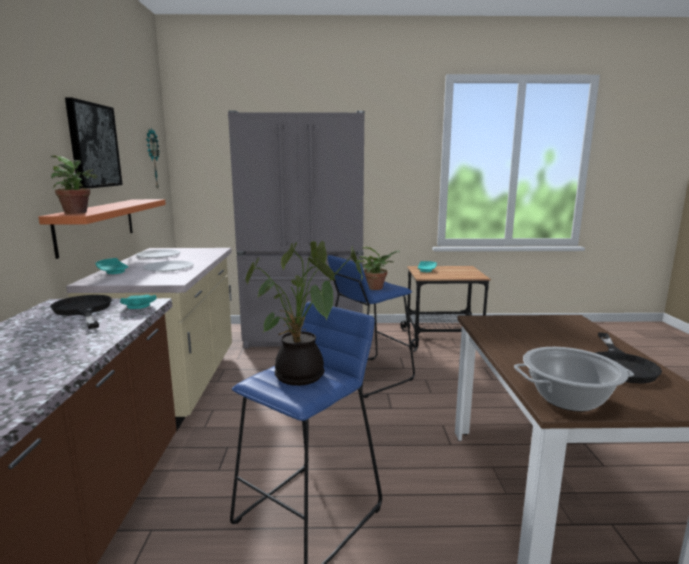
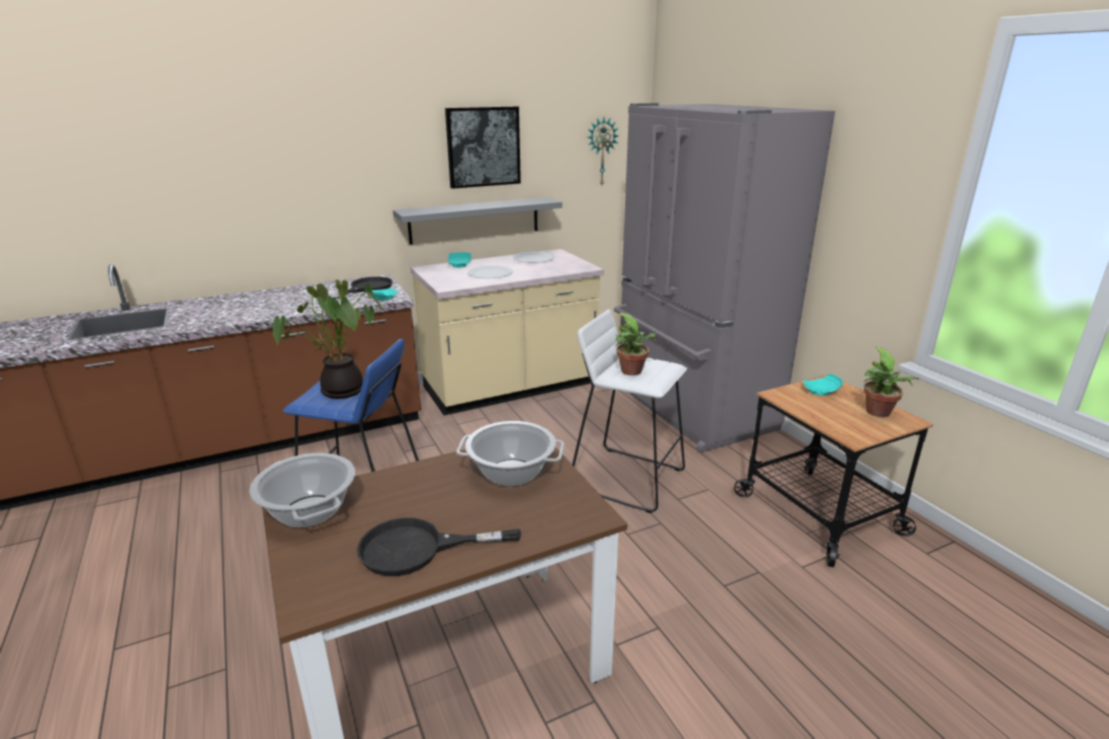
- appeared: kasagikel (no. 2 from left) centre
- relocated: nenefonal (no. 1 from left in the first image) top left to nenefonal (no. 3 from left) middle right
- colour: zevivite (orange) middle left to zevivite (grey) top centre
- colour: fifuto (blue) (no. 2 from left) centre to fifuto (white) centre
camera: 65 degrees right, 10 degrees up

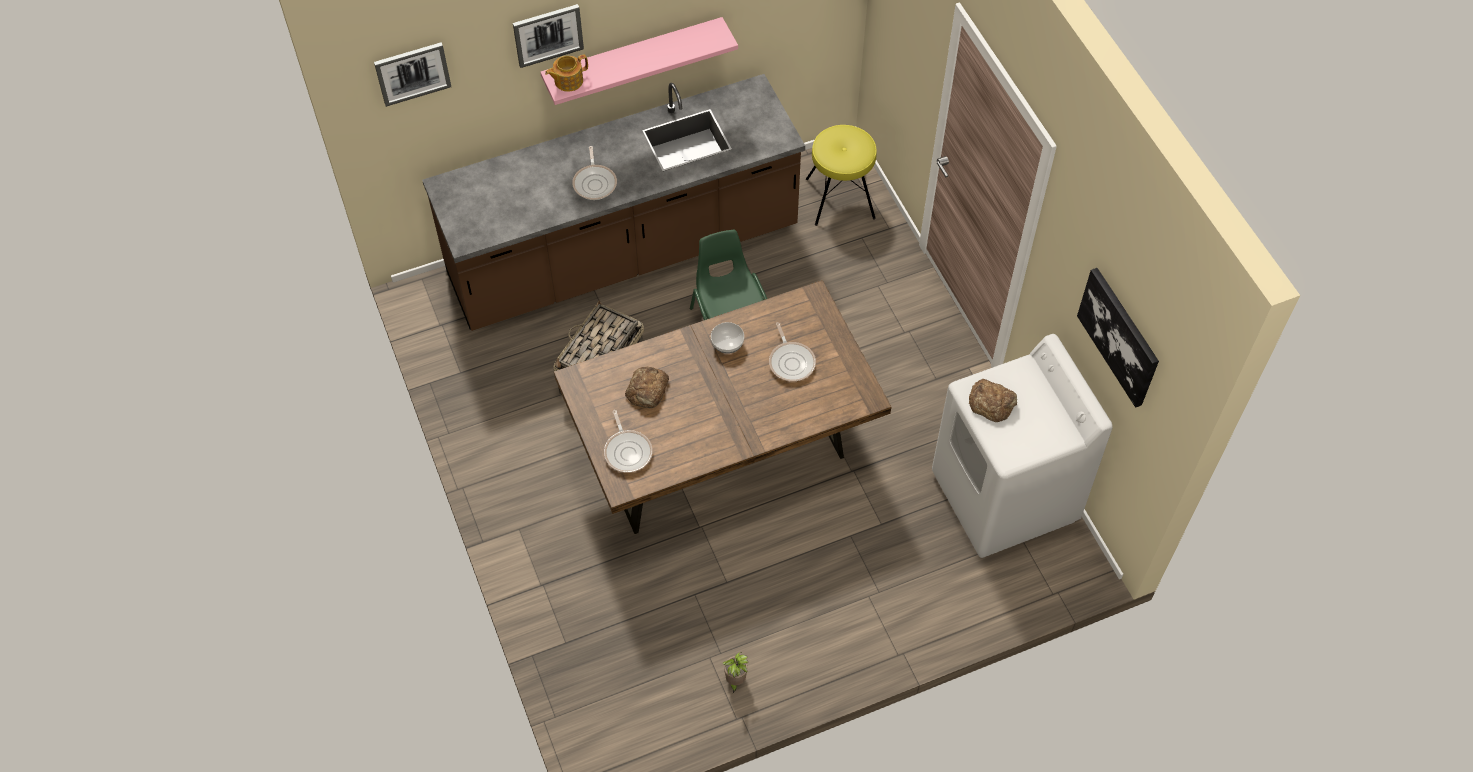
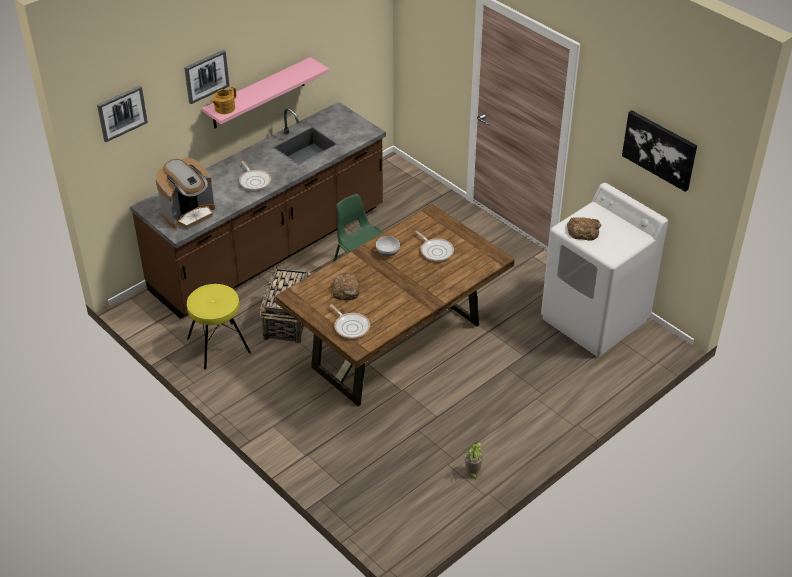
- appeared: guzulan middle left
- relocated: fifuto (yellow) top centre to middle left
camera: 20 degrees left, 15 degrees down

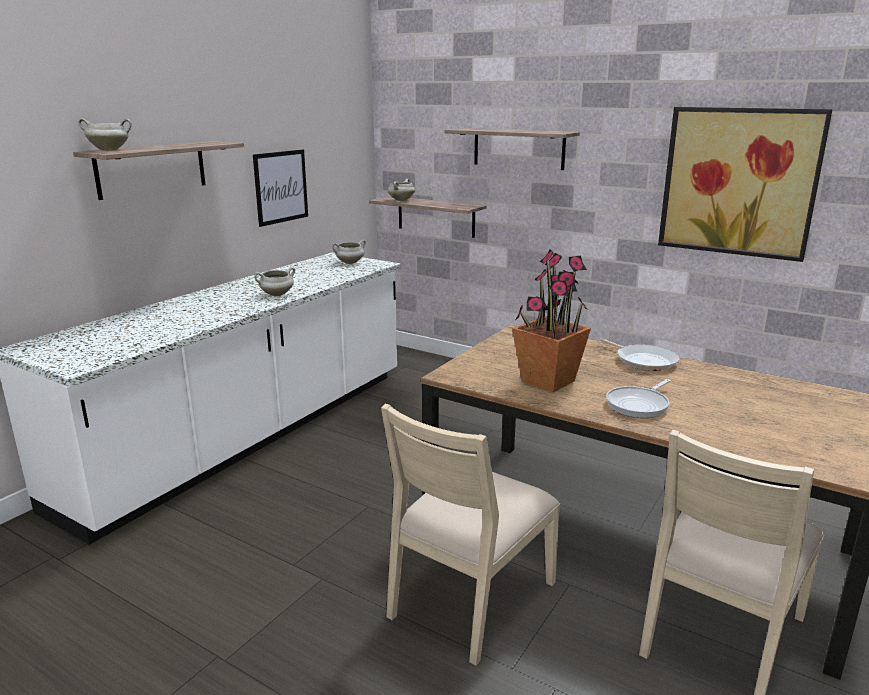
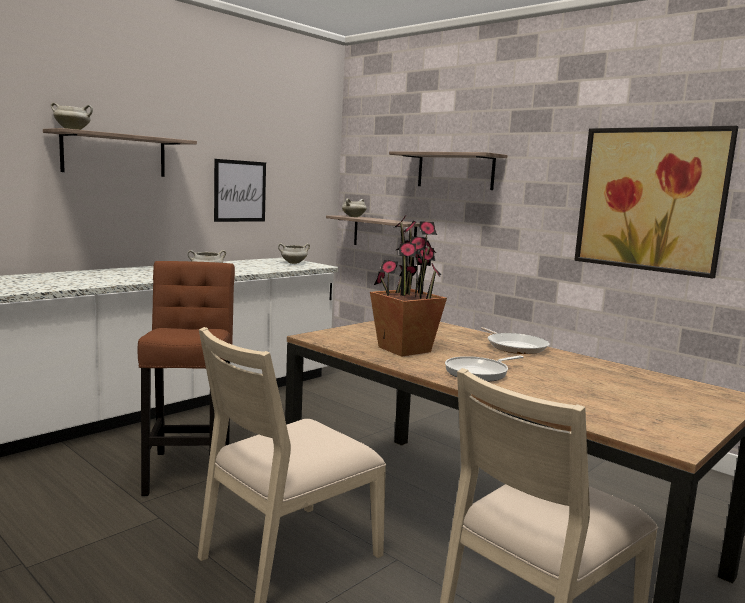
- appeared: fifuto (brown) middle left
camera: 10 degrees right, 10 degrees down

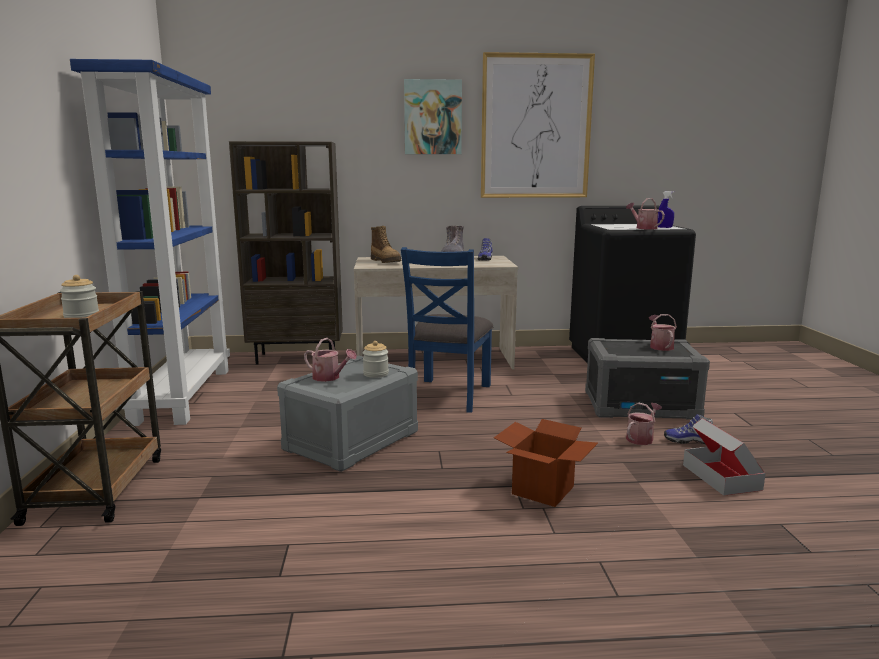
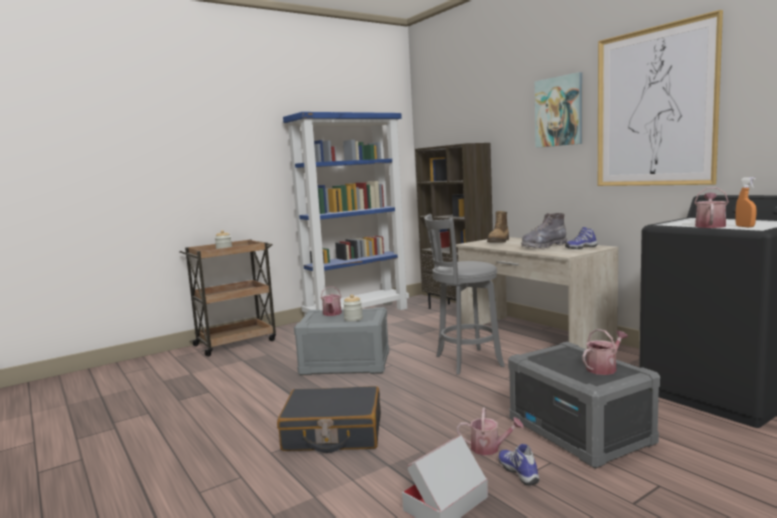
- exchanged: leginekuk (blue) centre to fifuto (grey) centre
- exchanged: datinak (no. 1 from left) bottom centre to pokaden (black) bottom centre
- colour: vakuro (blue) top right to vakuro (orange) middle right
camera: 60 degrees right, 5 degrees down

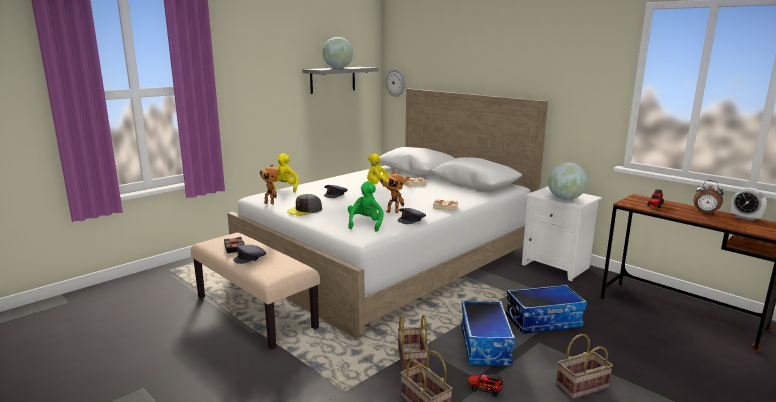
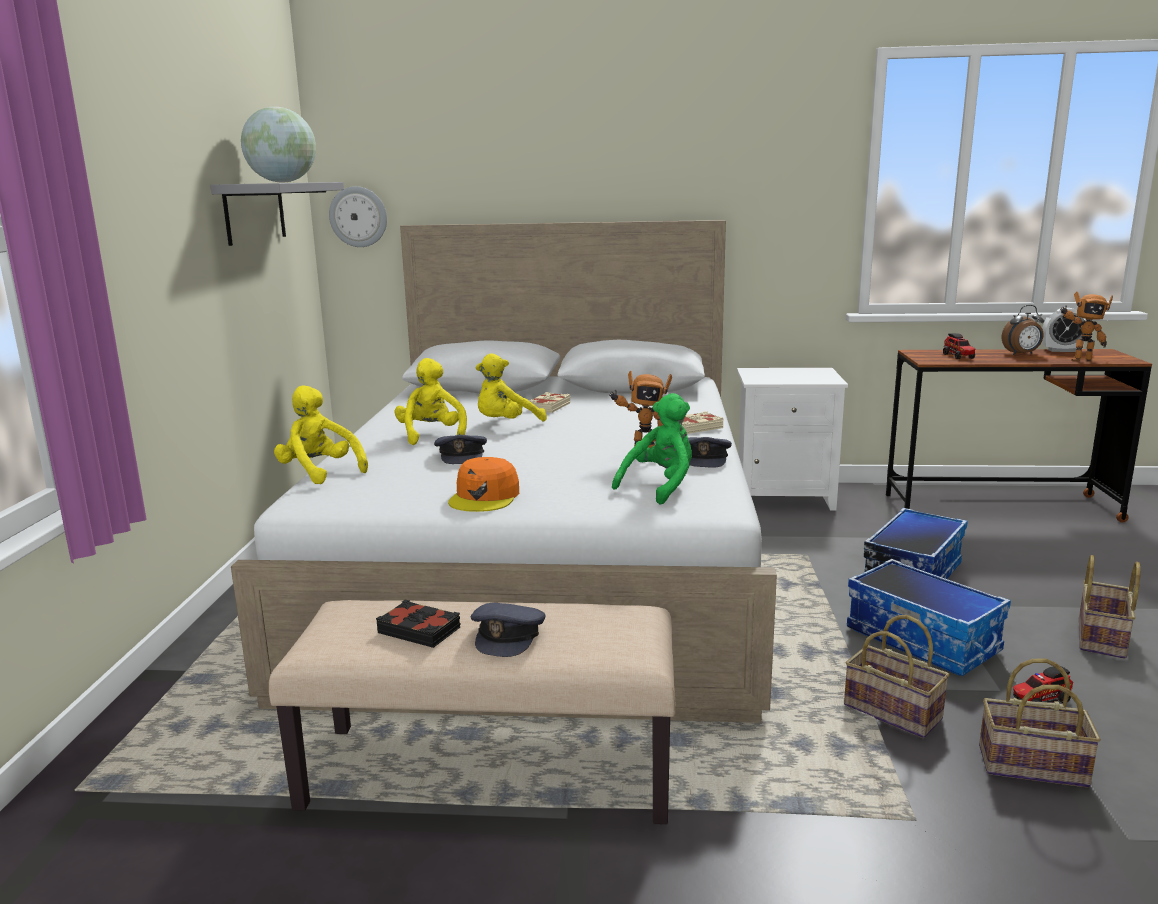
- missing: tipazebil (no. 2 from left) middle right
- appeared: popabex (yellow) (no. 2 from left) centre
- relocated: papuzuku (no. 1 from left in the first image) centre to papuzuku (no. 2 from left) middle right
- colour: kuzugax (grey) (no. 2 from left) centre to kuzugax (orange) centre
- spun: popabex (green) centre = centre 75 degrees clockwise
camera: 40 degrees left, 0 degrees up

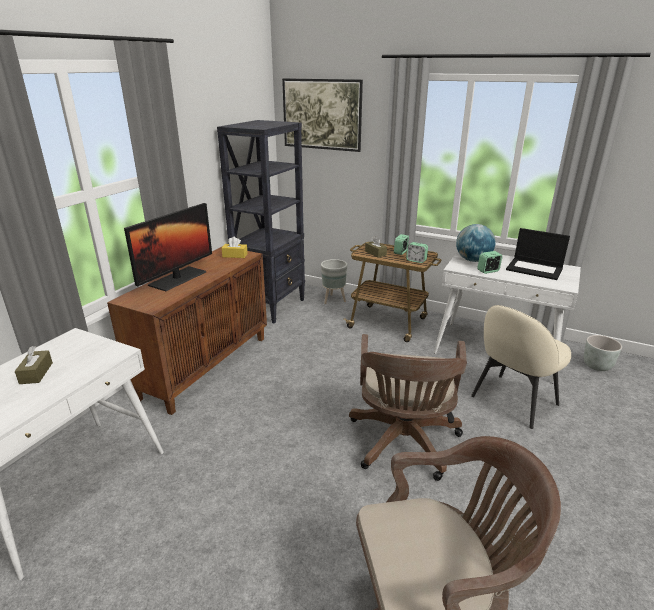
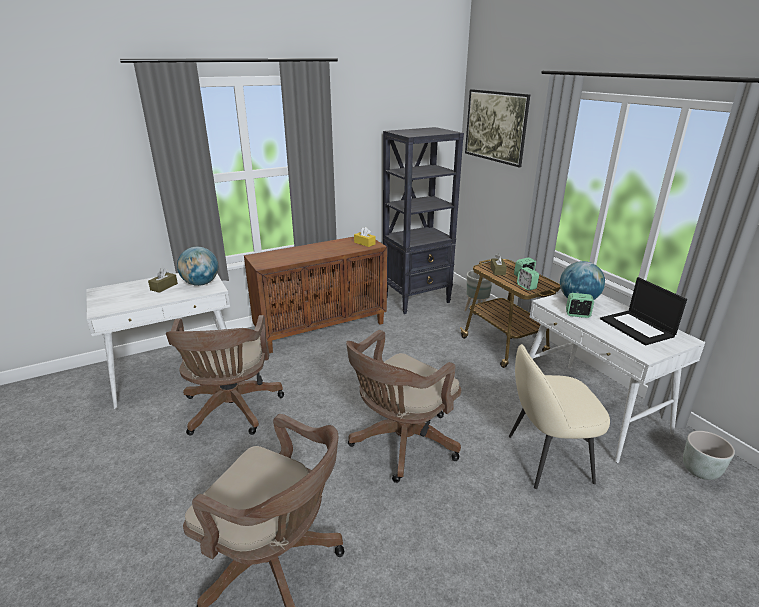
- missing: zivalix middle left
- appeared: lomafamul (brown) (no. 1 from left) middle left
- appeared: tipazebil (no. 1 from left) middle left
camera: 35 degrees right, 0 degrees up

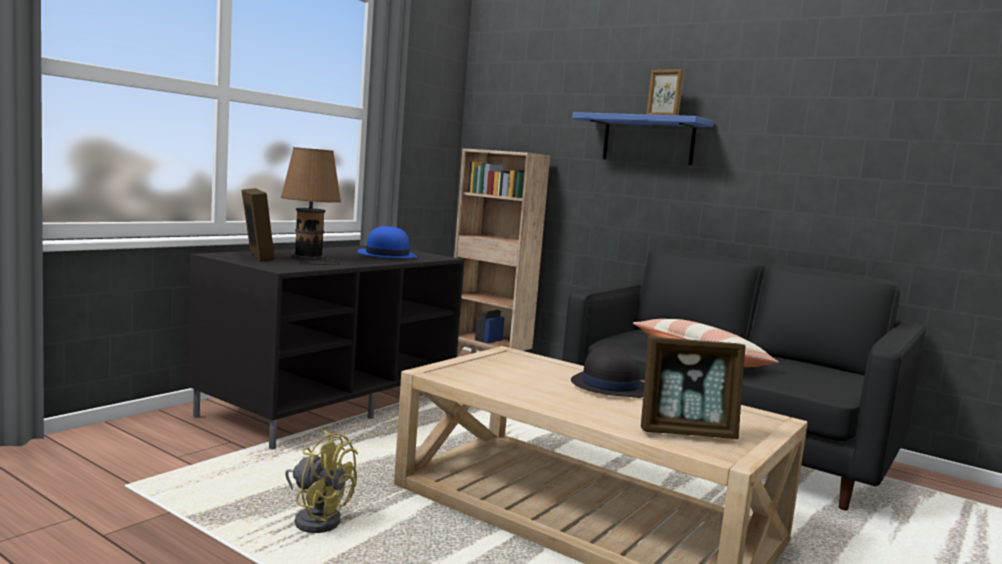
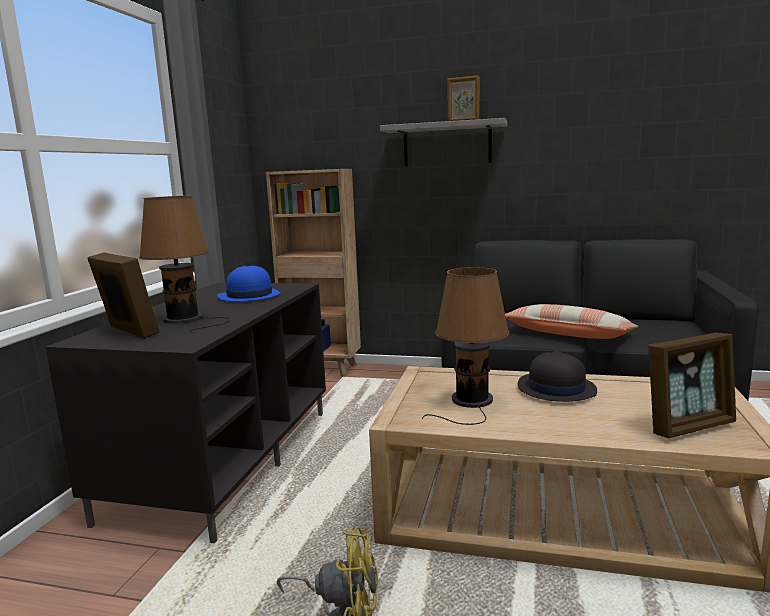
- appeared: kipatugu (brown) (no. 2 from left) centre
- colour: zevivite (blue) top centre to zevivite (grey) top centre
camera: 20 degrees left, 5 degrees up

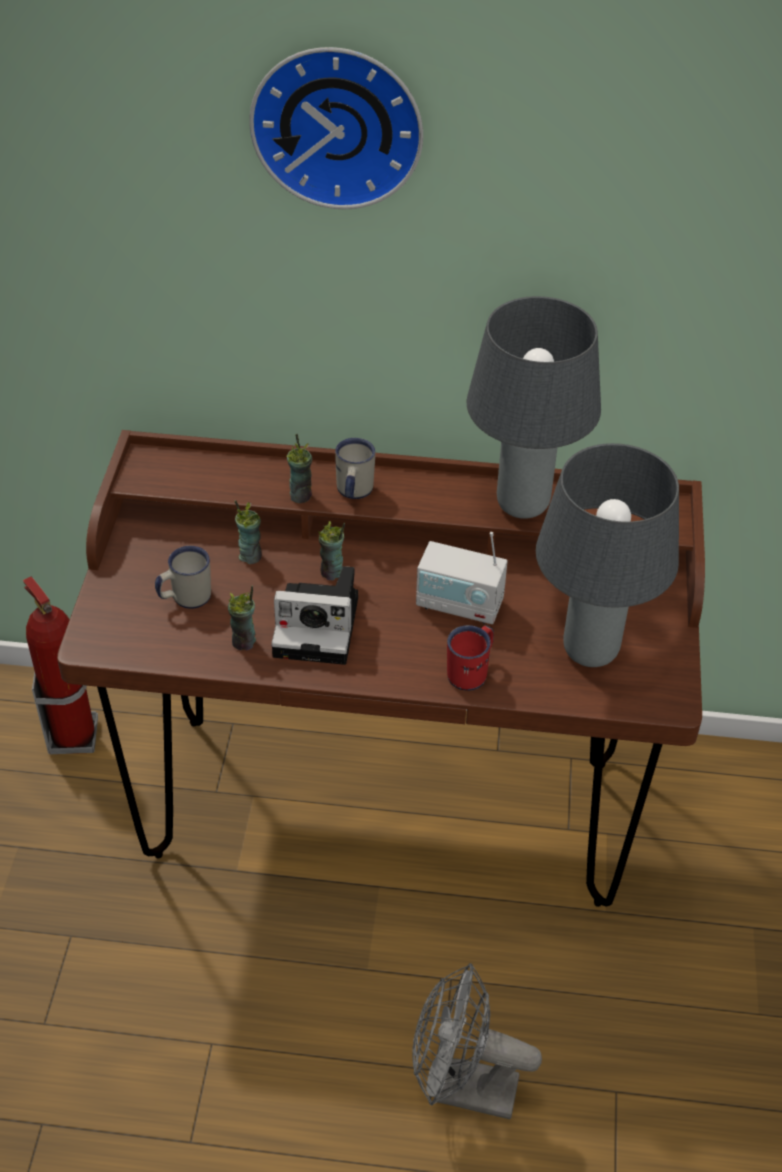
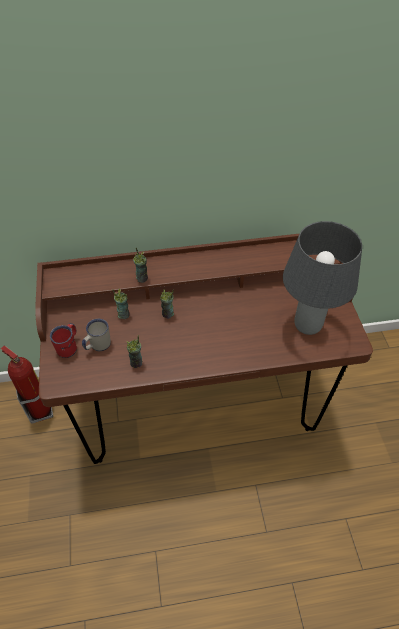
- missing: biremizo top centre
- missing: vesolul centre
- missing: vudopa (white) (no. 2 from left) centre
- missing: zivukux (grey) bottom centre
- missing: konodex centre
- missing: kipatugu (grey) (no. 1 from left) middle right
- relocated: vudopa (red) centre to middle left
camera: 15 degrees left, 5 degrees up

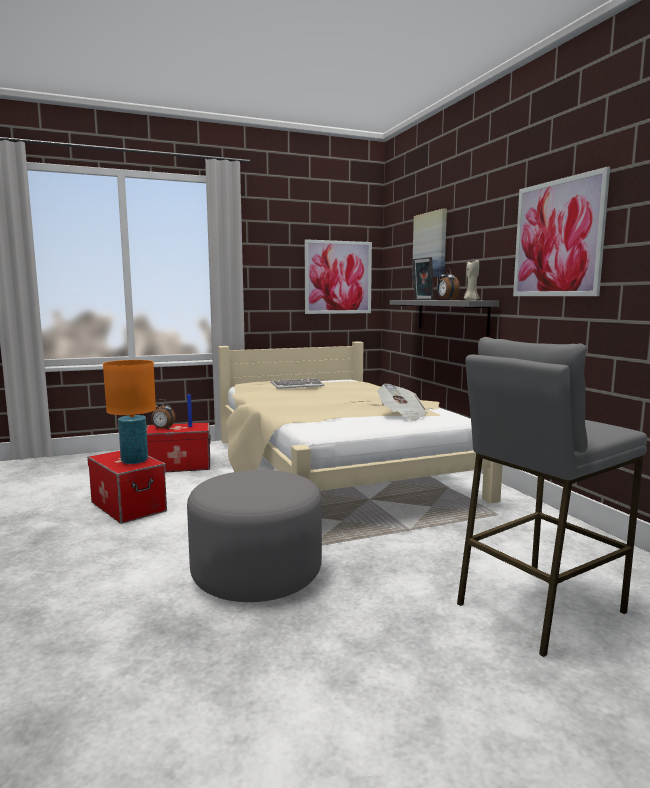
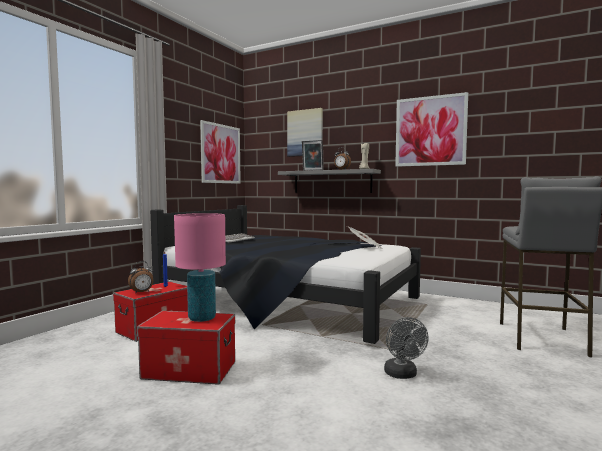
- exchanged: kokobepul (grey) bottom centre to zivukux (grey) bottom right
- colour: kipatugu (orange) middle left to kipatugu (pink) middle left
- colour: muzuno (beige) centre to muzuno (black) centre
camera: 40 degrees left, 5 degrees down

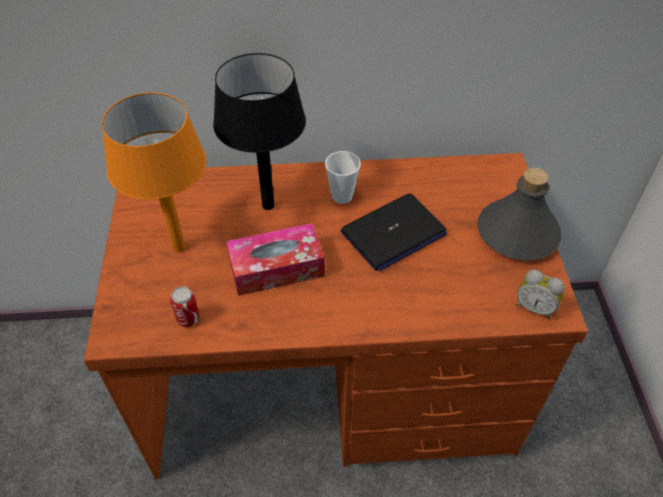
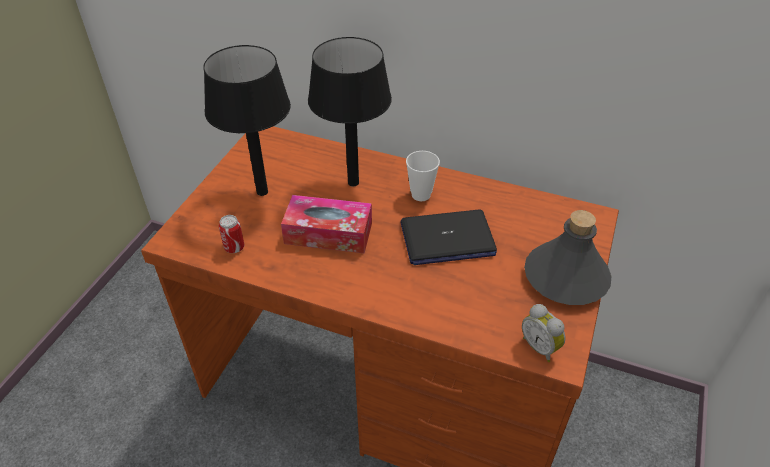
- colour: kipatugu (orange) middle left to kipatugu (black) (no. 1 from left) top left
camera: 25 degrees right, 5 degrees down

